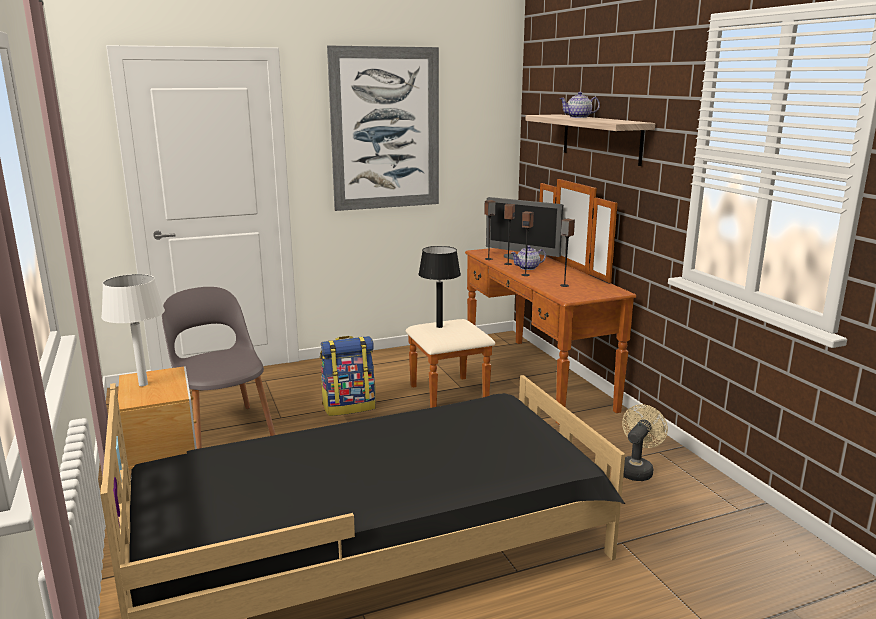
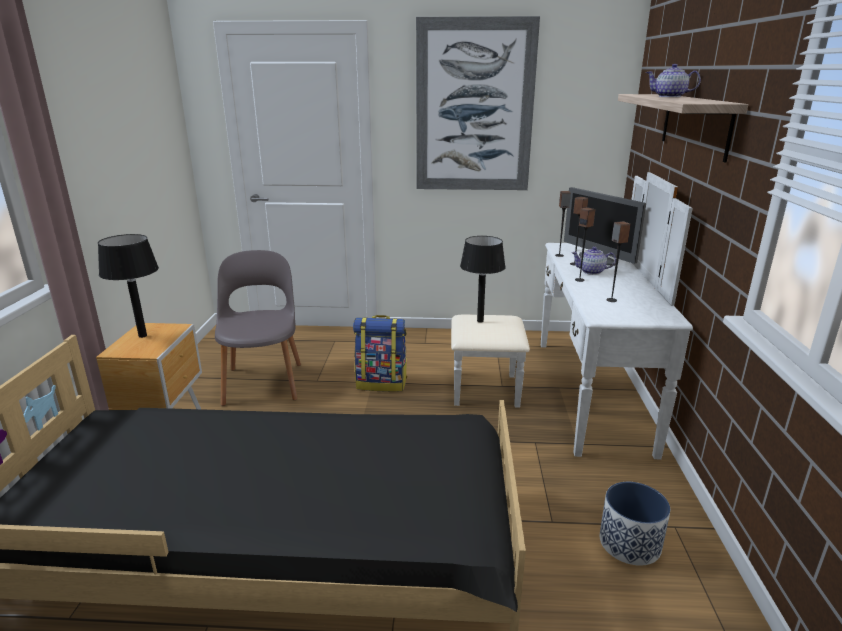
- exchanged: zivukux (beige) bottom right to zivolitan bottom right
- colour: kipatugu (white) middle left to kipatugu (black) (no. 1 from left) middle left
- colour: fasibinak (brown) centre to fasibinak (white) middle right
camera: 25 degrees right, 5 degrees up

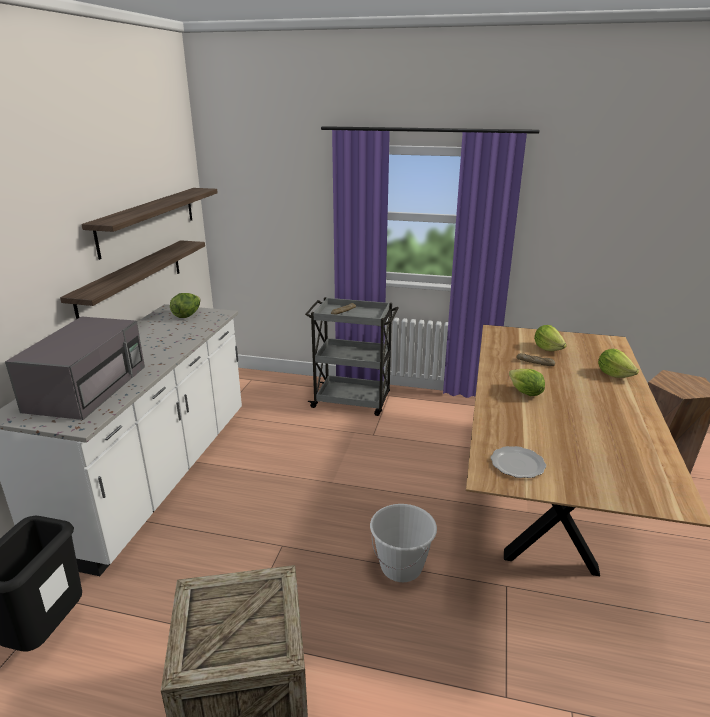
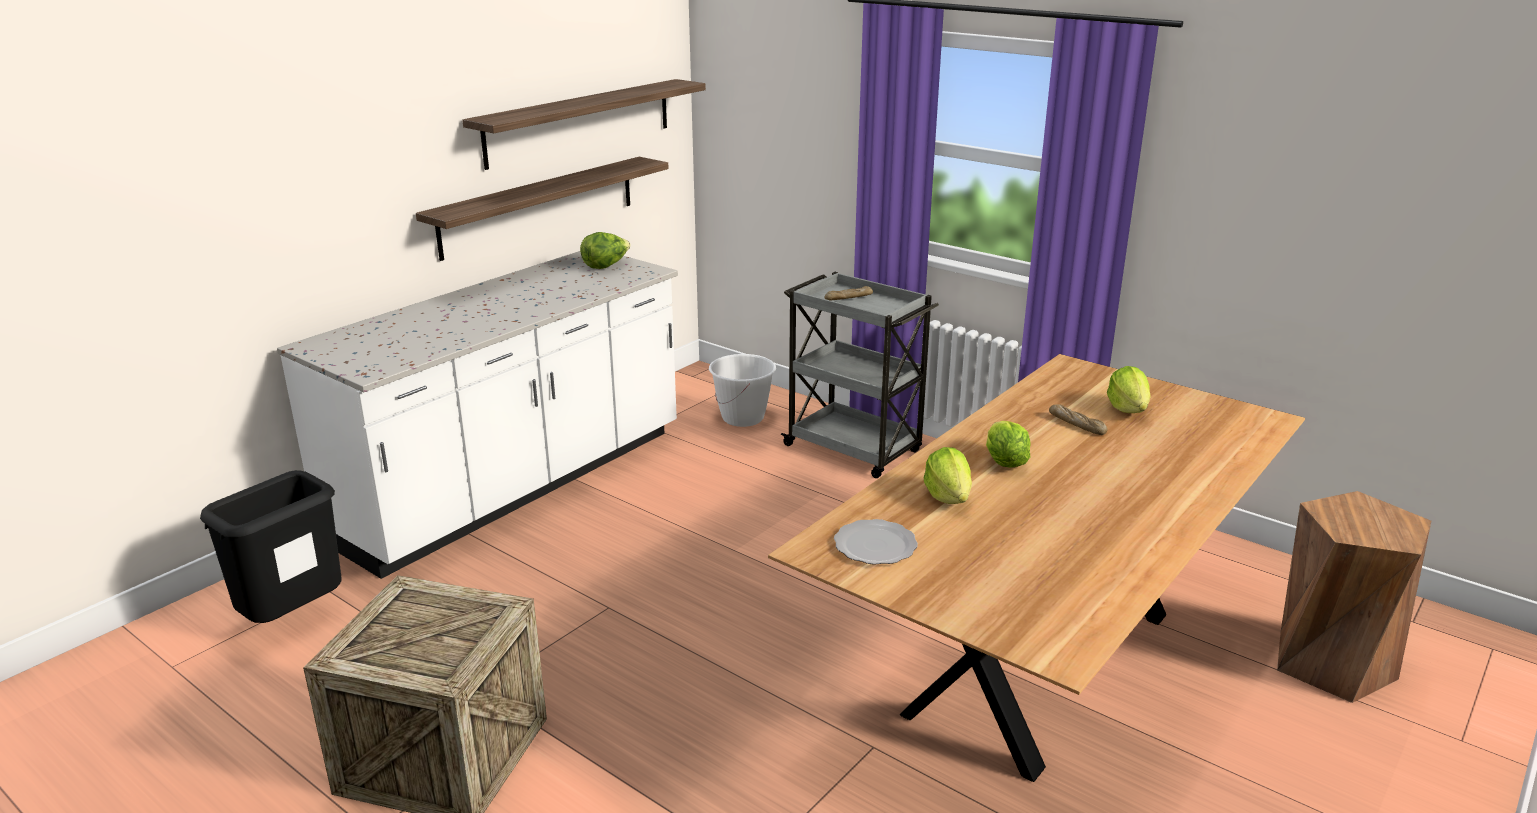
- missing: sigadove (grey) middle left
- relocated: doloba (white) bottom centre to centre
- relocated: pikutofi (no. 4 from left in the first image) middle right to pikutofi (no. 2 from left) centre
camera: 25 degrees right, 0 degrees up

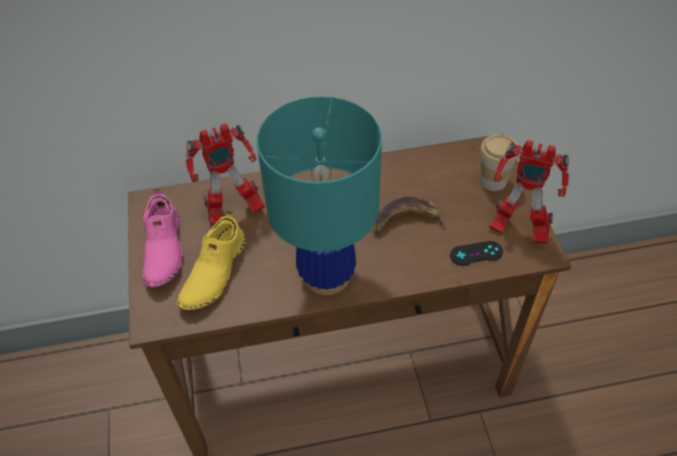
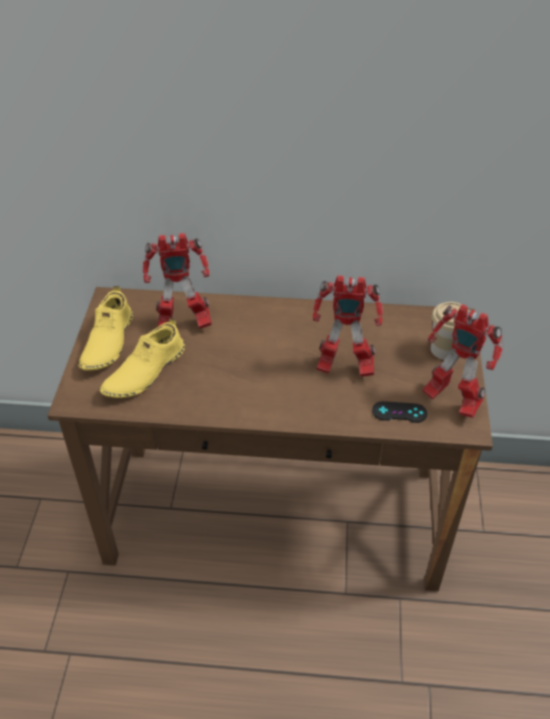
- missing: kipatugu (turquoise) centre
- exchanged: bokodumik centre to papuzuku (no. 2 from left) centre
- colour: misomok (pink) middle left to misomok (yellow) (no. 1 from left) middle left
camera: 15 degrees right, 5 degrees down

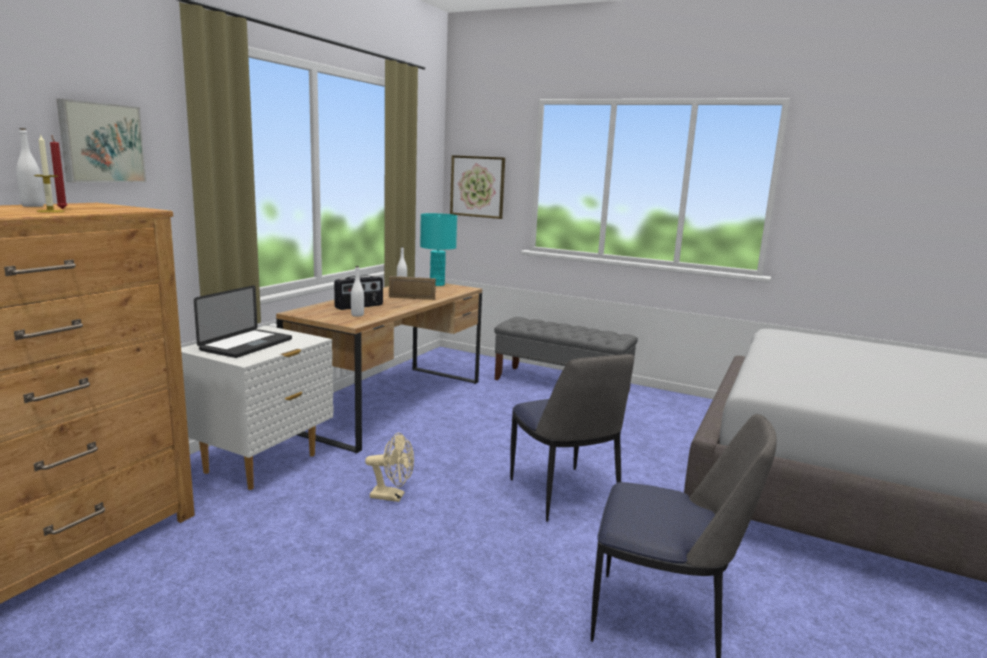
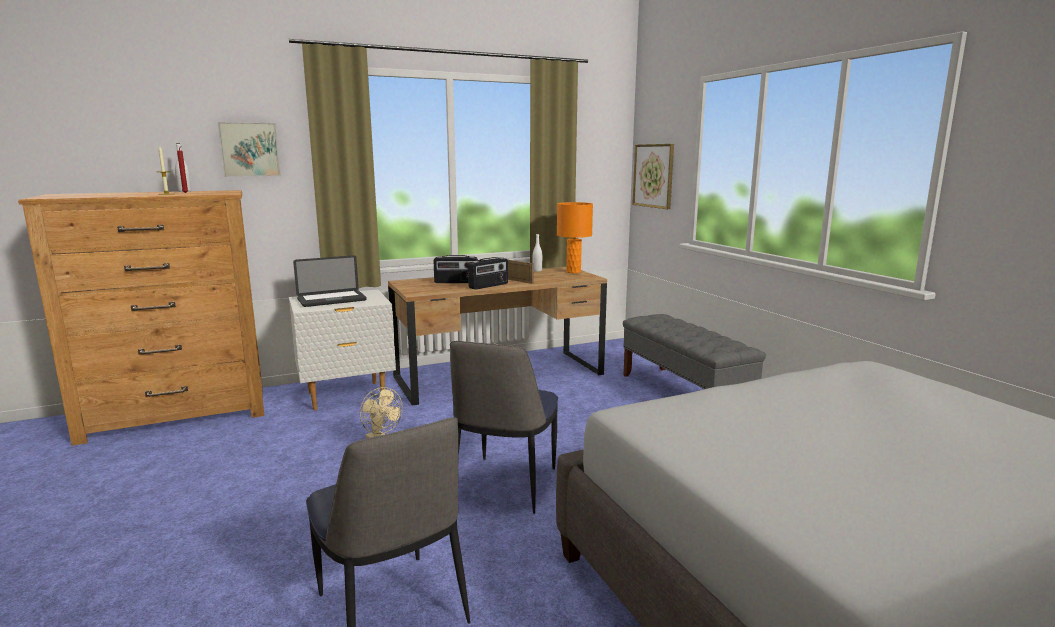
- missing: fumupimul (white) (no. 2 from left) centre
- appeared: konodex (no. 2 from left) centre
- colour: kipatugu (turquoise) centre to kipatugu (orange) centre
camera: 40 degrees right, 0 degrees up

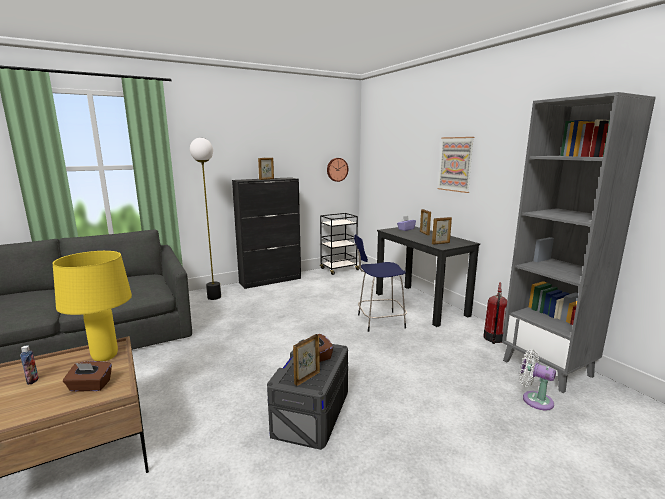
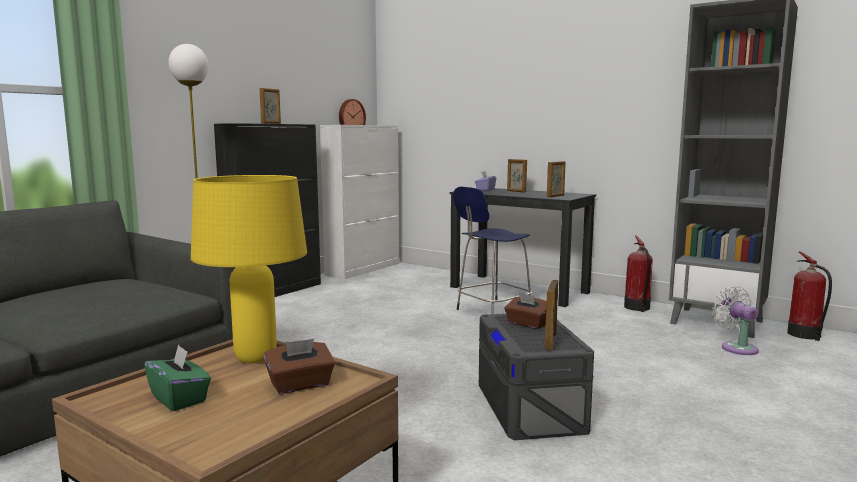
- missing: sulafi top right
- appeared: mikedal (no. 2 from left) middle right
- exchanged: fumupimul bottom left to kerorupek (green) bottom left
- exchanged: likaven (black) centre to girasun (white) centre
- spun: zivukux (white) bottom right = middle right 60 degrees clockwise
camera: 25 degrees left, 5 degrees down

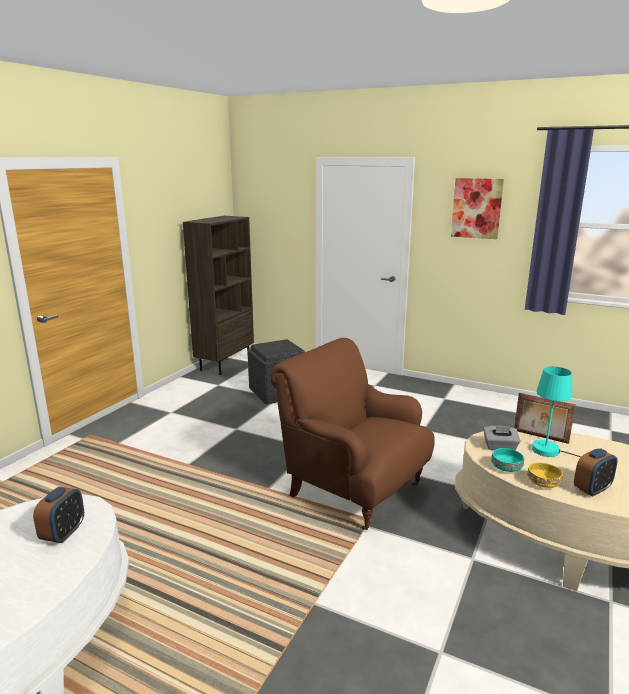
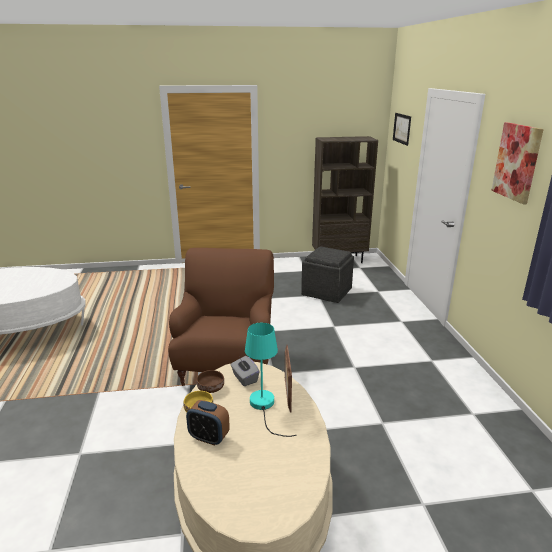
- missing: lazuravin (no. 1 from left) bottom left
- appeared: sulafi (no. 1 from left) top right
- colour: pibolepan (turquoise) middle right to pibolepan (brown) bottom centre
camera: 55 degrees right, 5 degrees up

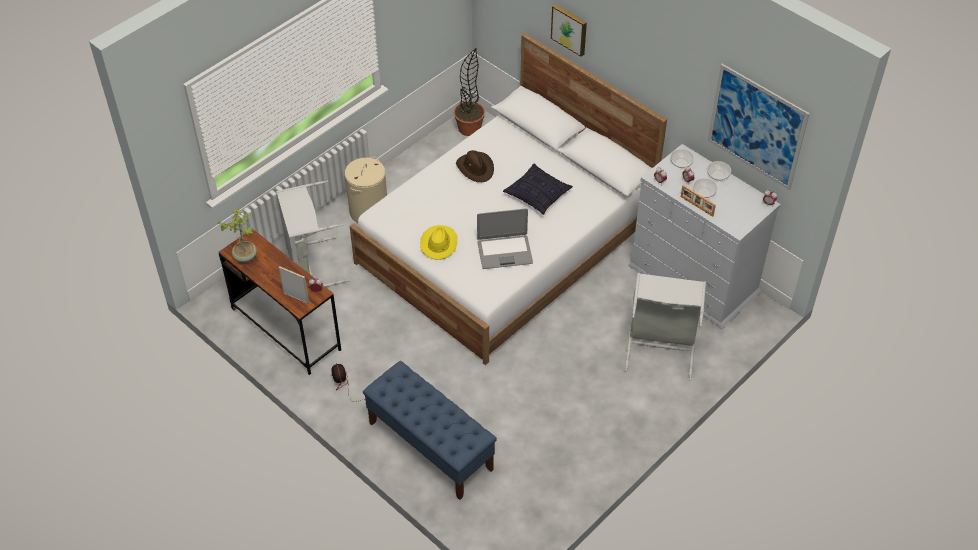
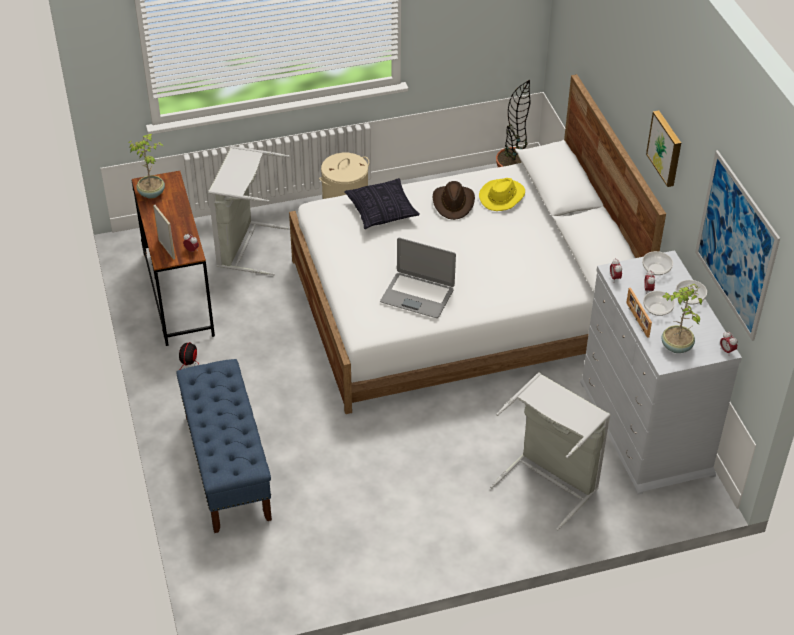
- appeared: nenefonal (no. 3 from left) middle right
- relocated: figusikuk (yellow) centre to top centre
- relocated: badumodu centre to top centre
- relocated: sulafi (no. 1 from left) top centre to top right
camera: 30 degrees right, 5 degrees down

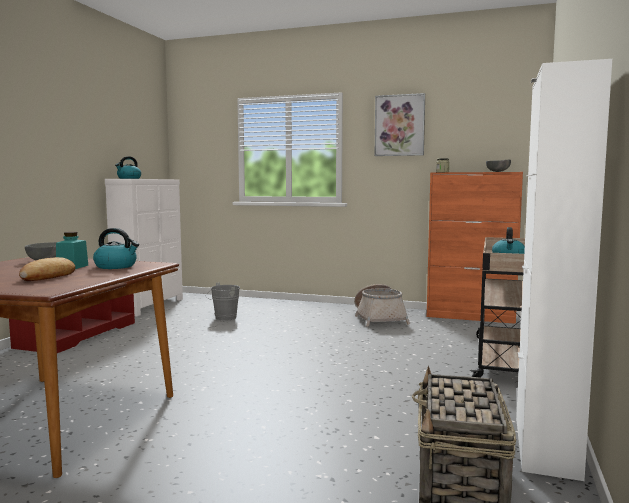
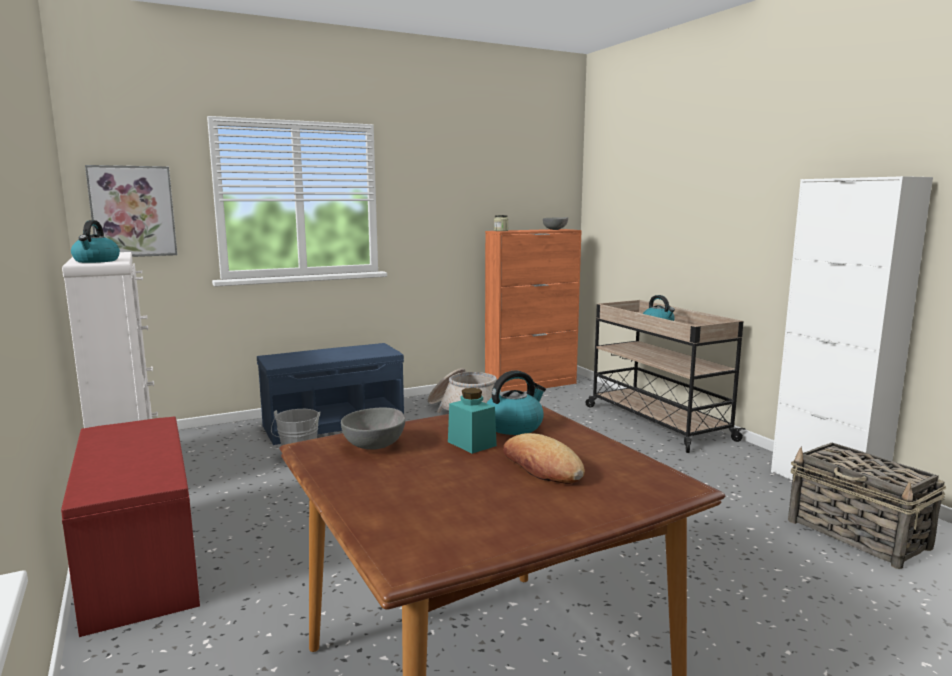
- appeared: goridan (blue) centre
- relocated: sulafi top centre to top left
camera: 45 degrees left, 5 degrees up

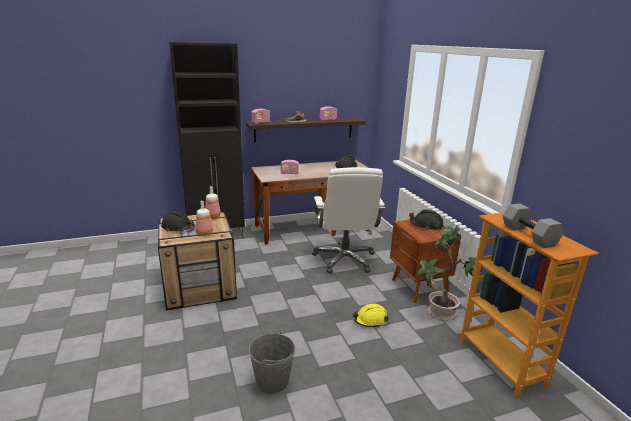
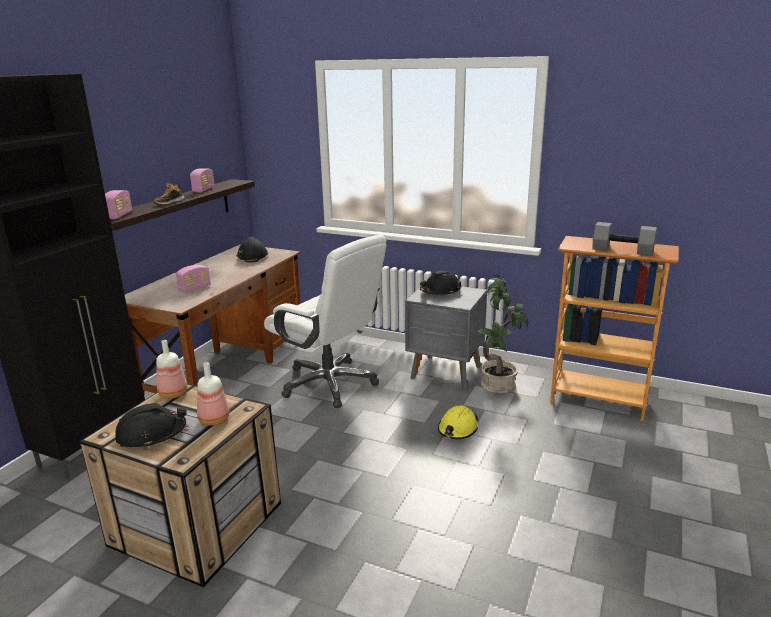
- missing: doloba (grey) bottom centre
- colour: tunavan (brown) middle right to tunavan (grey) centre
camera: 45 degrees left, 0 degrees up

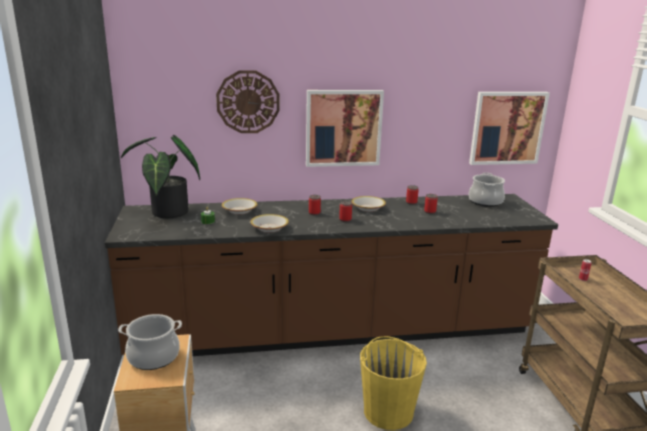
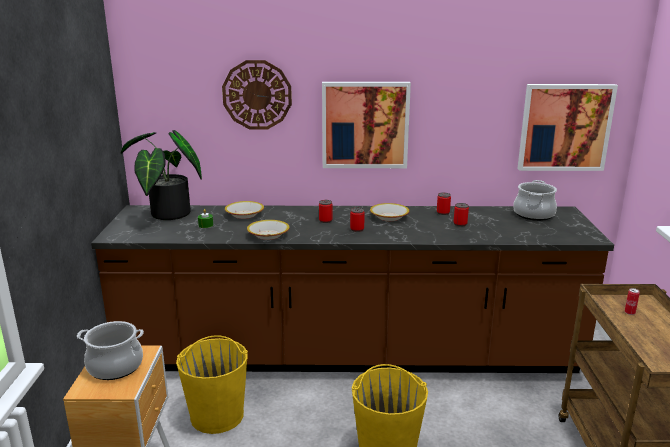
- appeared: doloba (yellow) (no. 1 from left) bottom left
camera: 10 degrees right, 0 degrees up

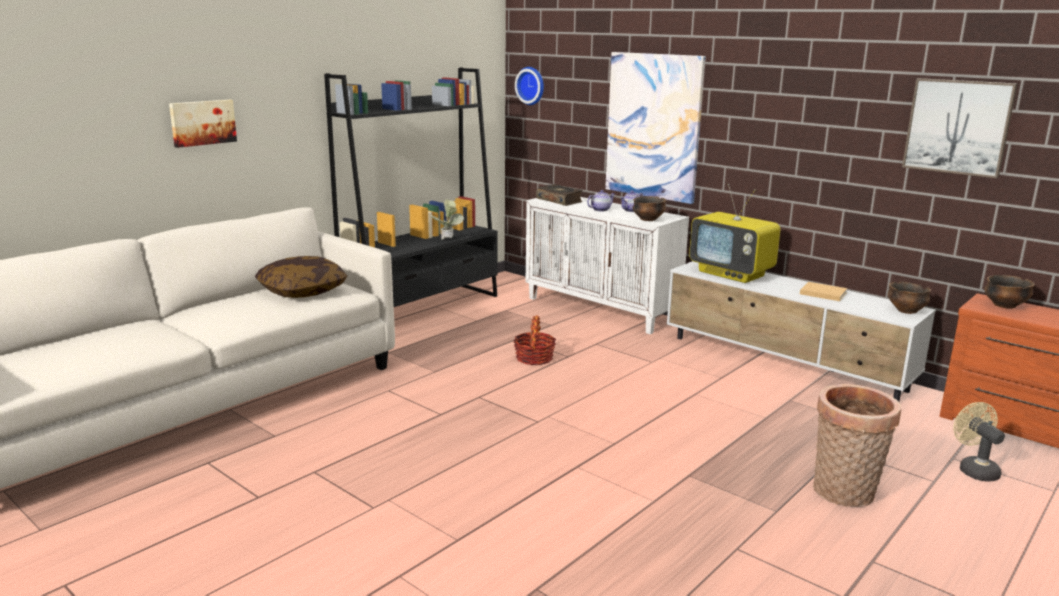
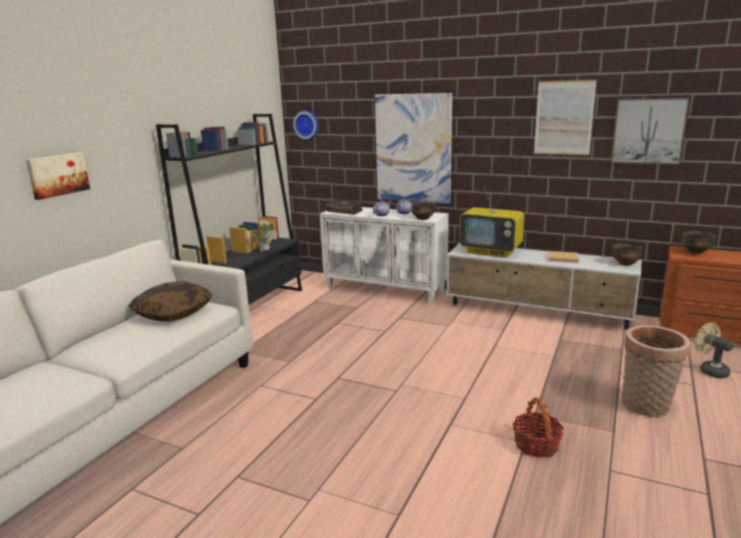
- appeared: sulafi (no. 3 from left) top right
- relocated: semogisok (no. 1 from left) centre to bottom right
camera: 15 degrees left, 0 degrees up

